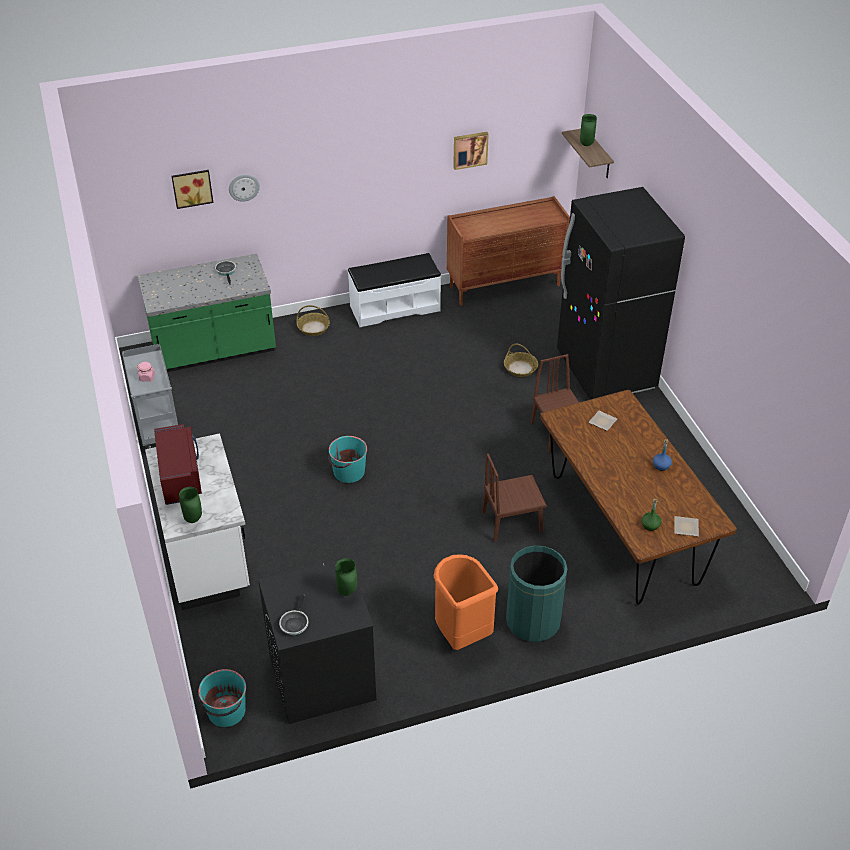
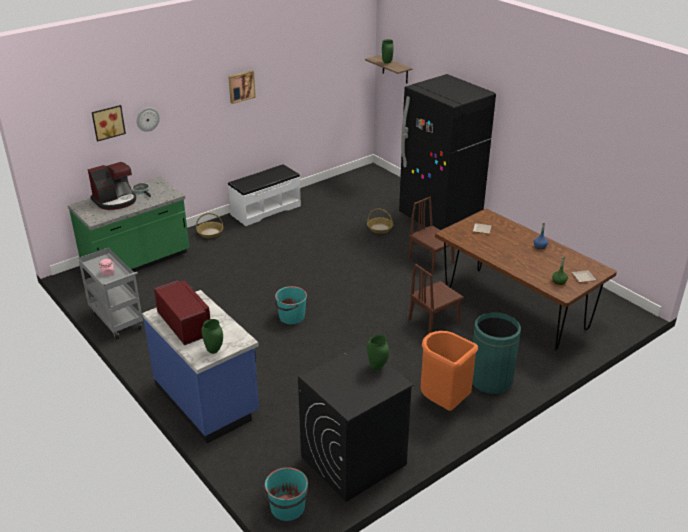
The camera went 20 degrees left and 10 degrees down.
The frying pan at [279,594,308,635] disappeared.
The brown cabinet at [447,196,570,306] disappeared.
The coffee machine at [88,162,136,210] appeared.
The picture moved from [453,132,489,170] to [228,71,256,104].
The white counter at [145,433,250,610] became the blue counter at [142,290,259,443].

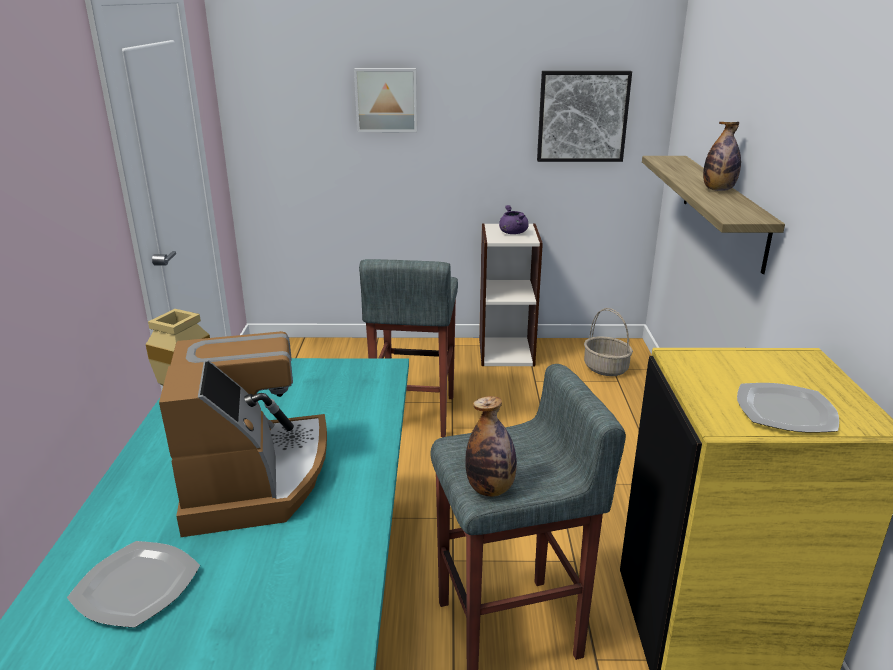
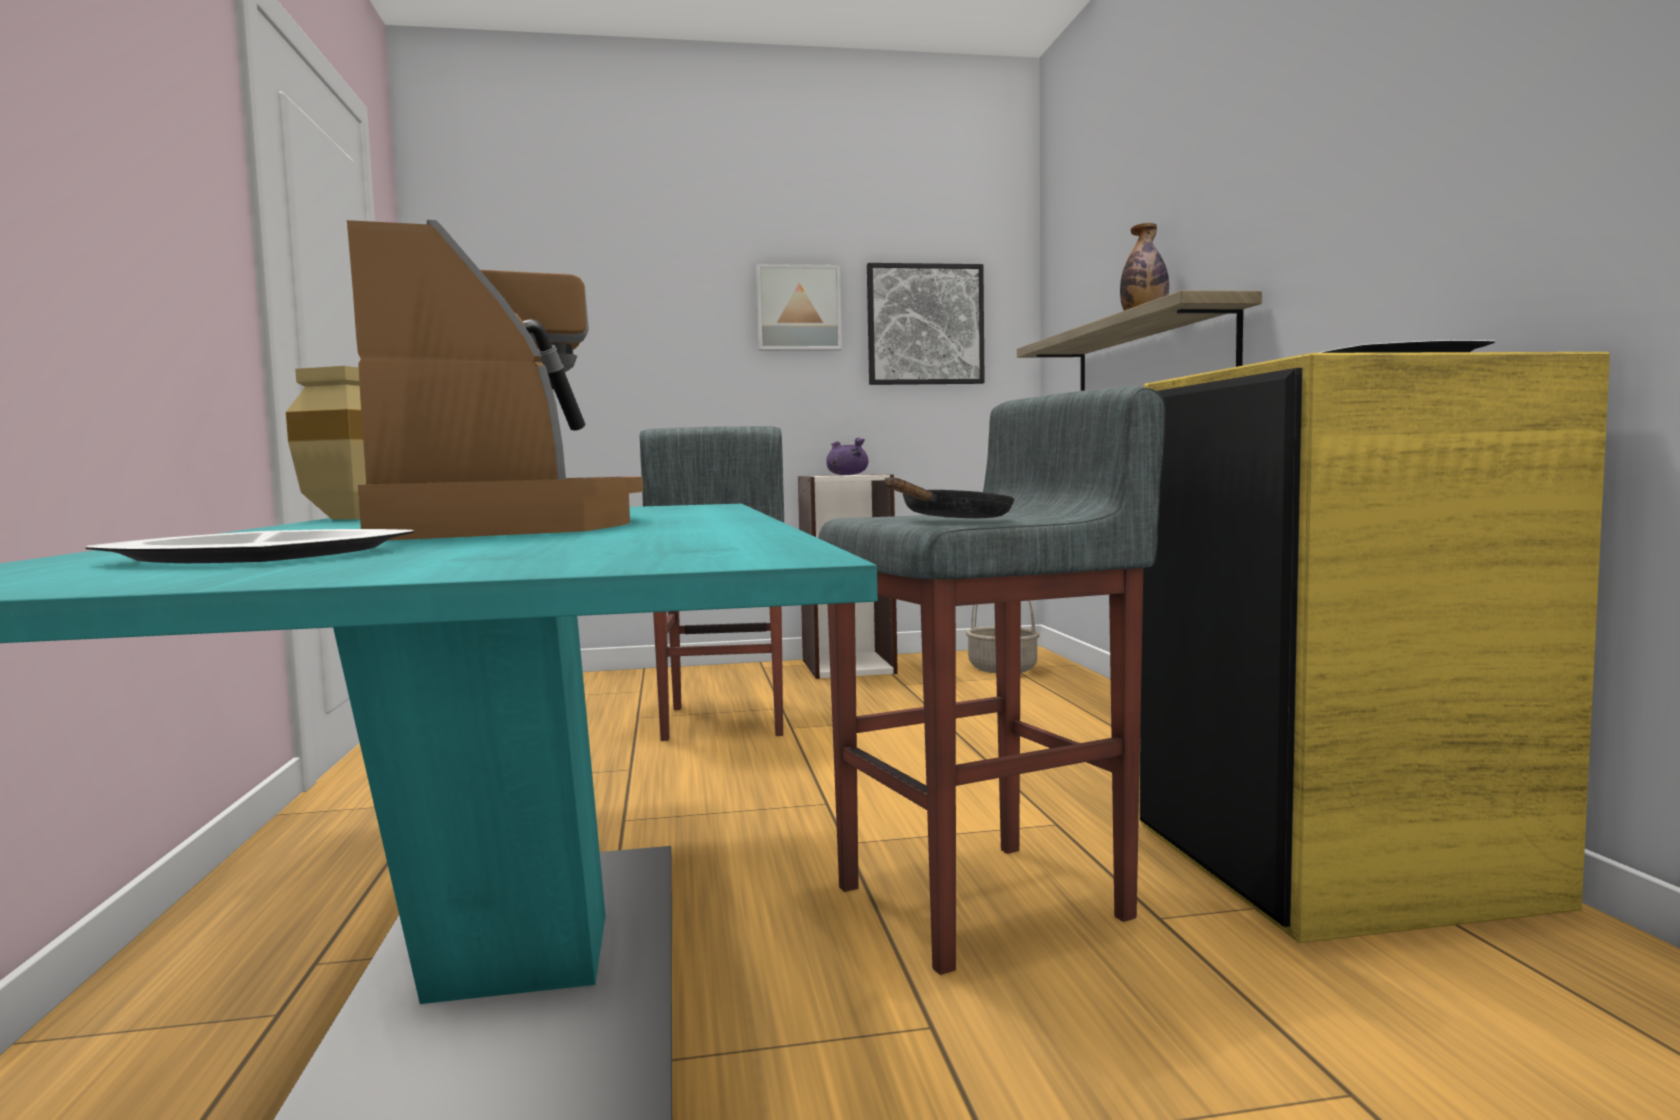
The camera went 10 degrees left and 20 degrees down.
The picture moved from [354,68,417,132] to [756,264,842,351].
The bottle at [465,396,517,497] was replaced by the black frying pan at [884,477,1015,518].

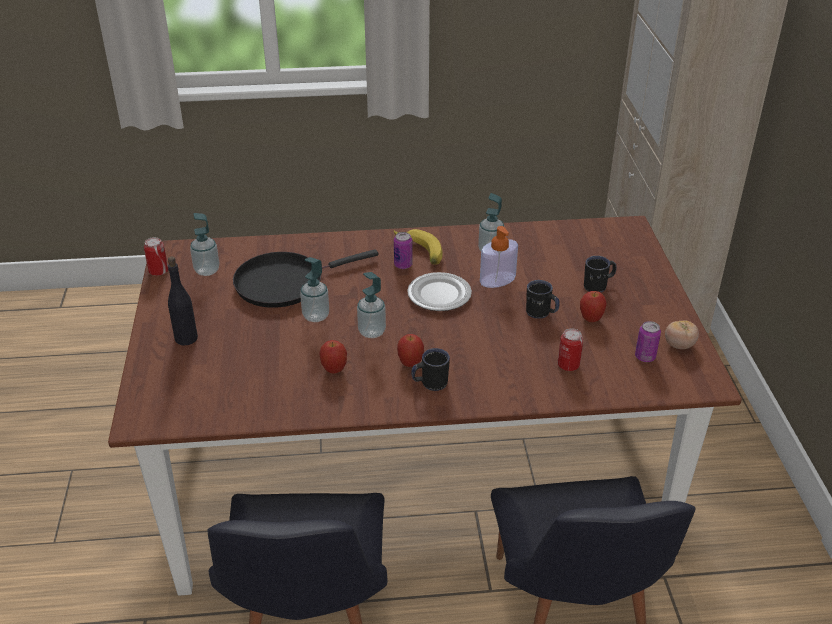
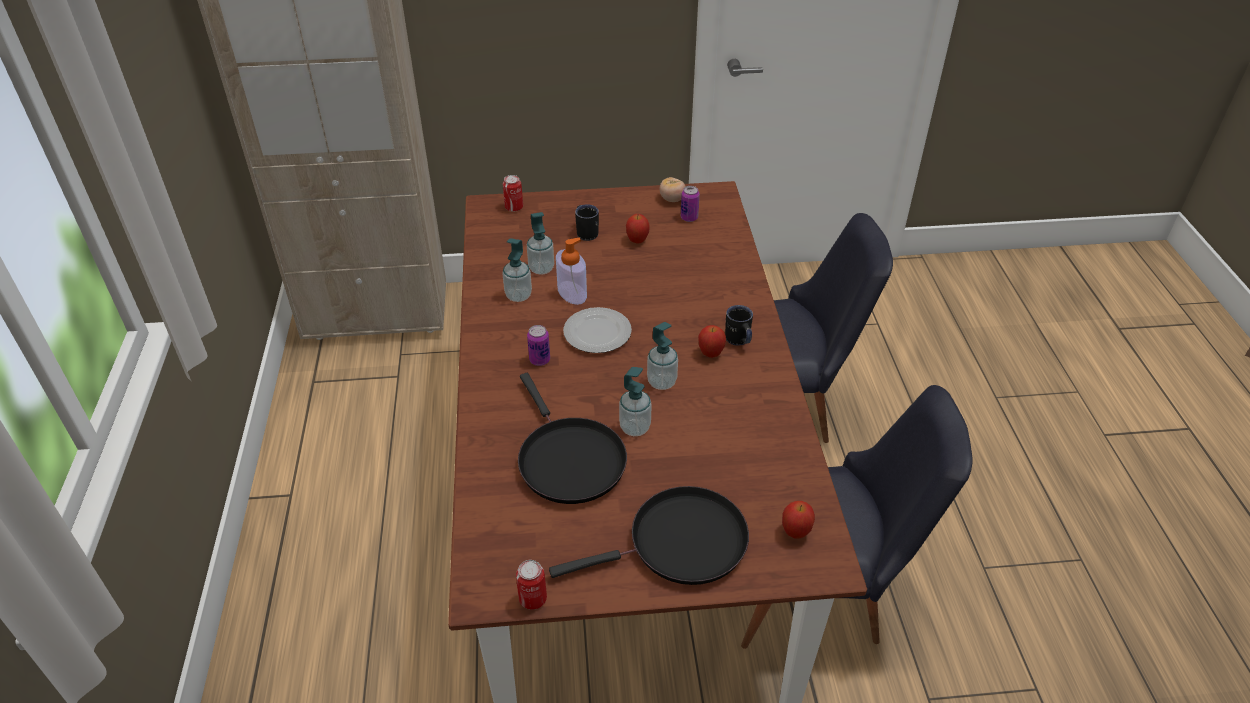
The camera went 90 degrees left and 5 degrees up.
The banana at [393,229,443,265] disappeared.
The black mug at [526,280,560,319] disappeared.
The soap dispenser moved from [190,213,219,276] to [527,212,554,275].
The apple moved from [319,340,347,374] to [782,501,815,538].
The can moved from [558,328,583,371] to [503,175,523,212].
The black bottle at [168,257,198,346] was replaced by the black frying pan at [549,486,749,585].

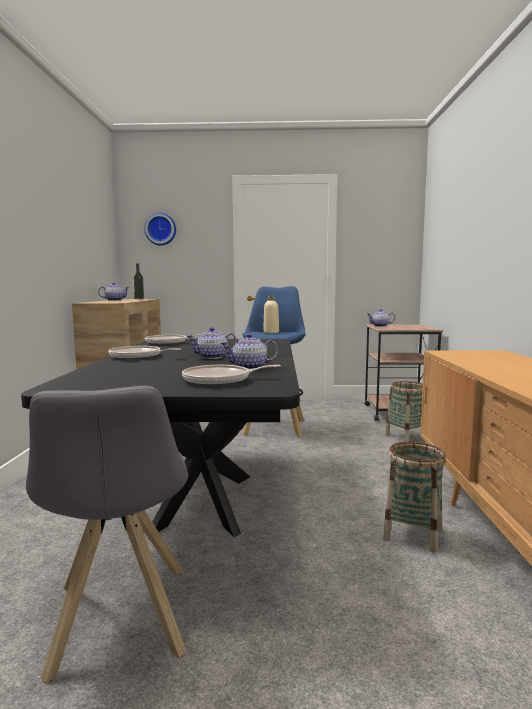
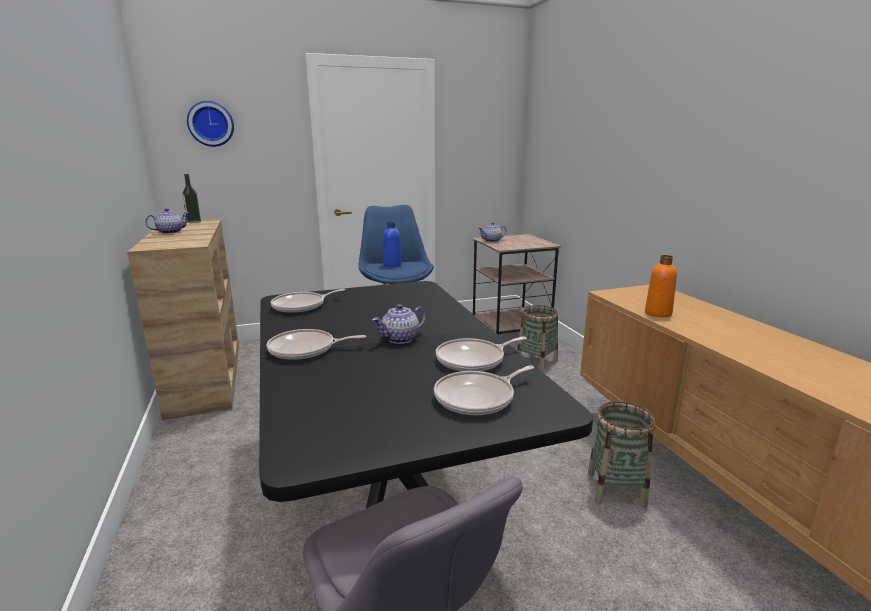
The camera went 20 degrees left and 10 degrees up.
The orange bottle at [645,255,677,317] appeared.
The teapot at [221,333,278,369] was replaced by the frying pan at [436,337,527,371].
The beige bottle at [263,296,279,333] became the blue bottle at [383,222,402,267].

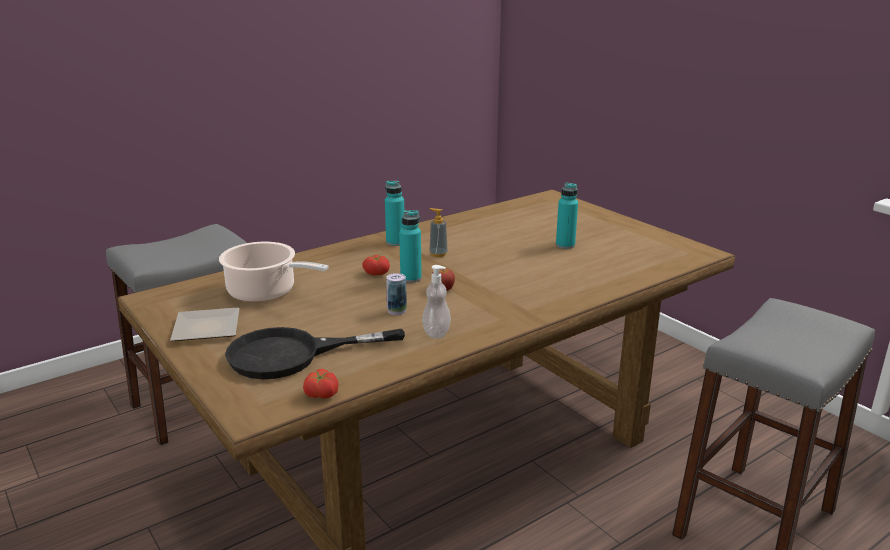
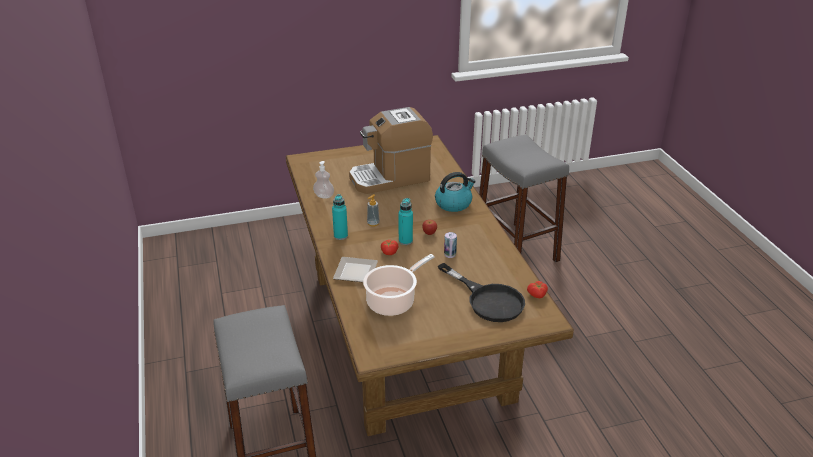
The camera went 70 degrees left and 10 degrees up.
The kettle at [435,172,476,212] appeared.
The plate moved from [170,308,239,341] to [333,257,378,283].
The soap dispenser moved from [422,265,451,338] to [313,161,334,199].
The turquoise bottle at [556,182,578,249] was replaced by the coffee machine at [349,107,433,194].
The black frying pan at [225,327,405,379] turned 45 degrees counterclockwise.

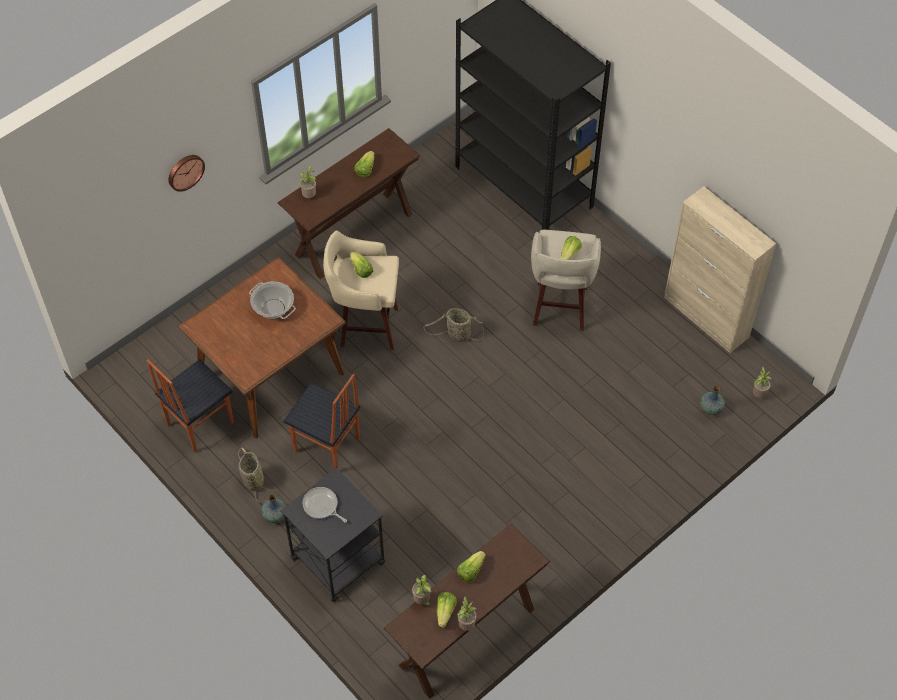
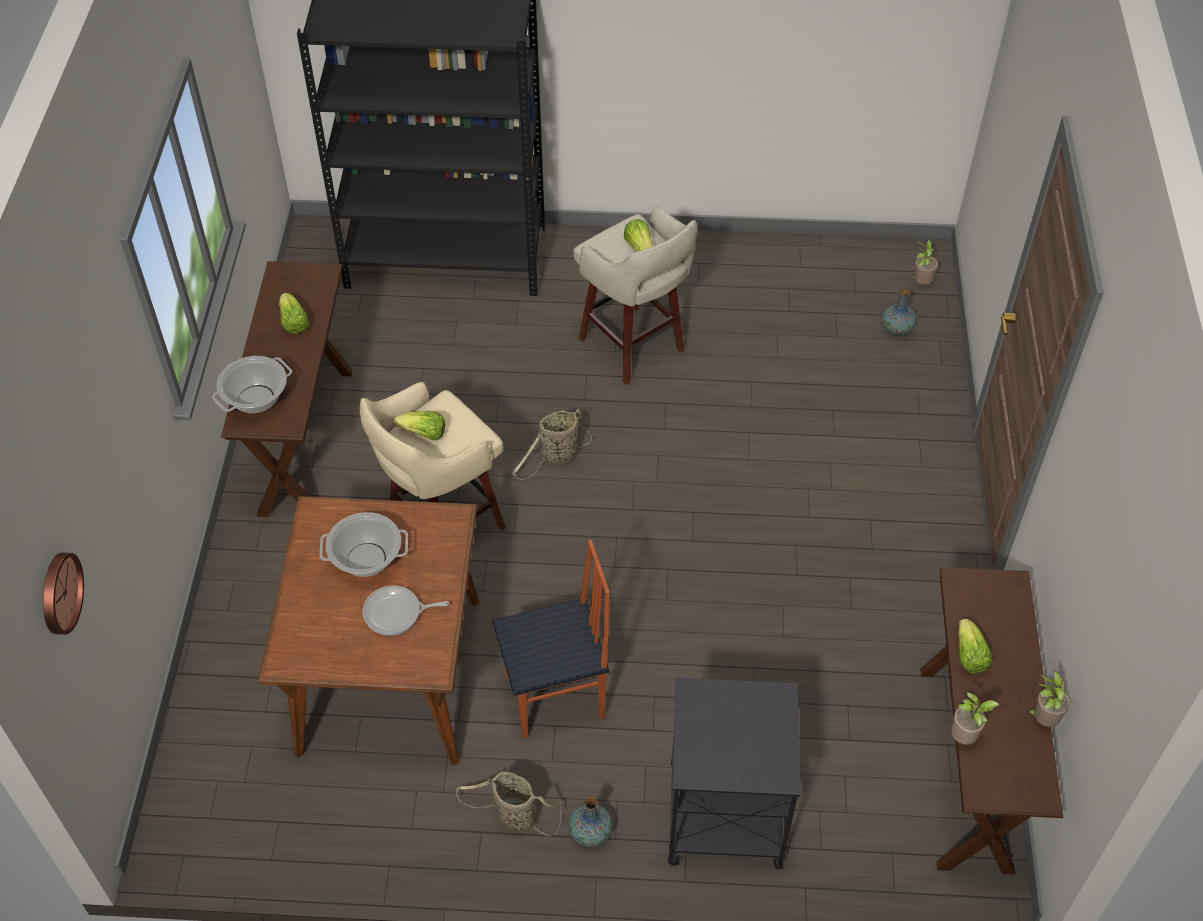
The camera went 45 degrees left and 5 degrees down.
The chair at [147,359,234,453] disappeared.
The lettuce at [437,592,457,628] disappeared.
The beige cabinet at [664,186,776,353] disappeared.
The wall clock moved from [168,155,205,192] to [43,553,84,635].
The frying pan moved from [303,487,347,523] to [363,586,449,635].
The potted plant at [299,165,316,198] was replaced by the cooking pot at [212,356,292,413].

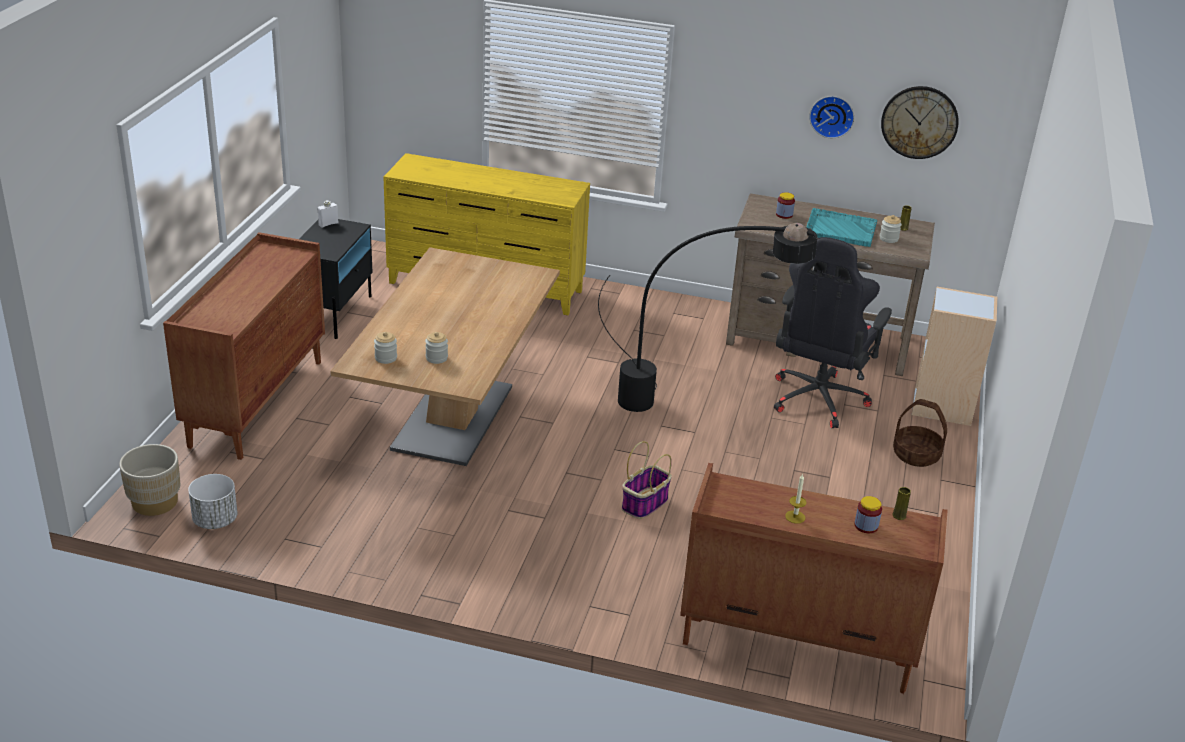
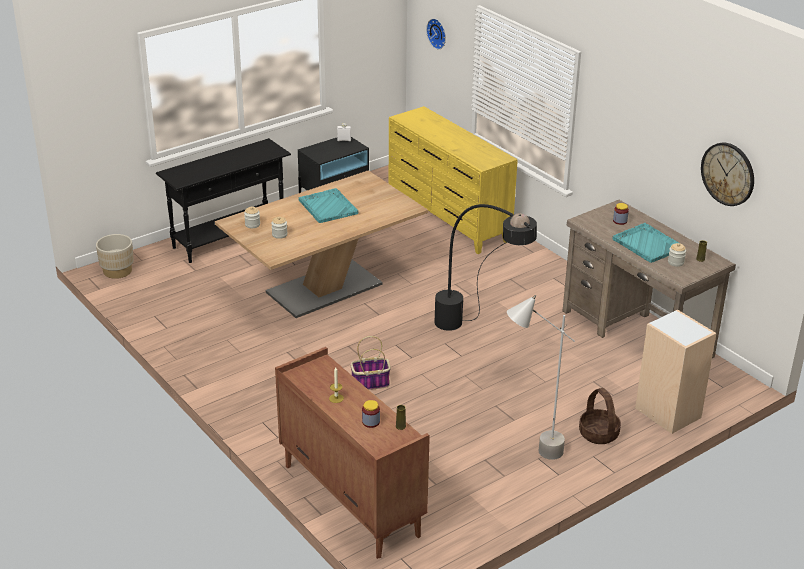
The camera went 40 degrees right and 0 degrees up.
The white planter at [188,474,238,529] disappeared.
The black office chair at [774,237,892,428] disappeared.
The turquoise tray at [299,188,358,223] appeared.
The grey floor lamp at [507,295,575,460] appeared.
The wall clock moved from [809,96,854,138] to [426,18,446,50].
The brown cabinet at [163,232,325,460] was replaced by the black console table at [156,138,291,263].

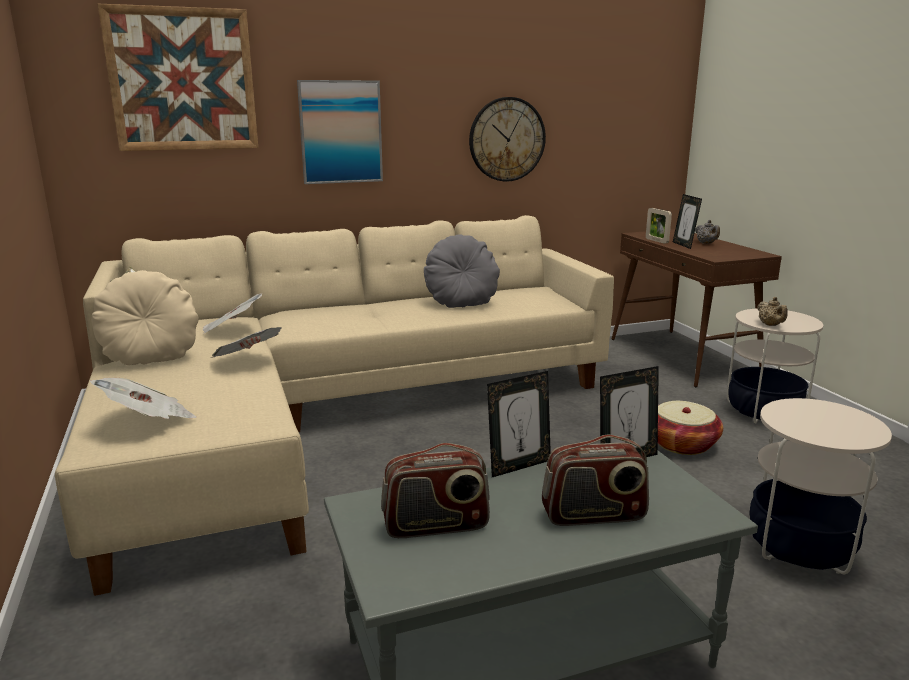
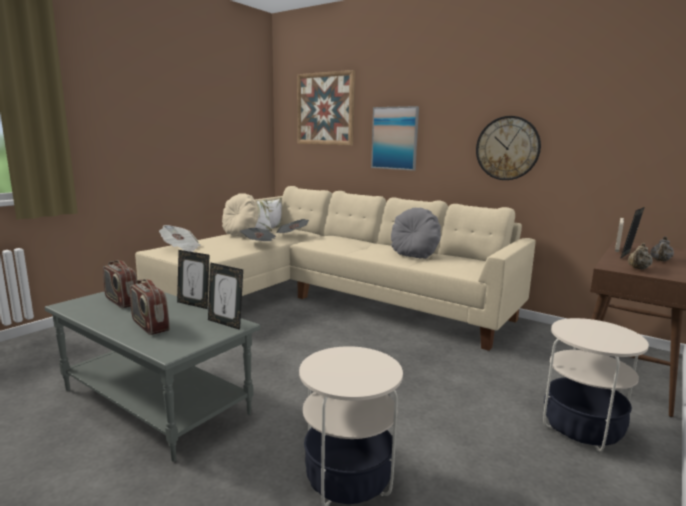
The camera went 55 degrees right and 5 degrees down.
The basket at [658,401,723,455] disappeared.
The beige teapot moved from [757,297,788,326] to [628,243,653,269].

